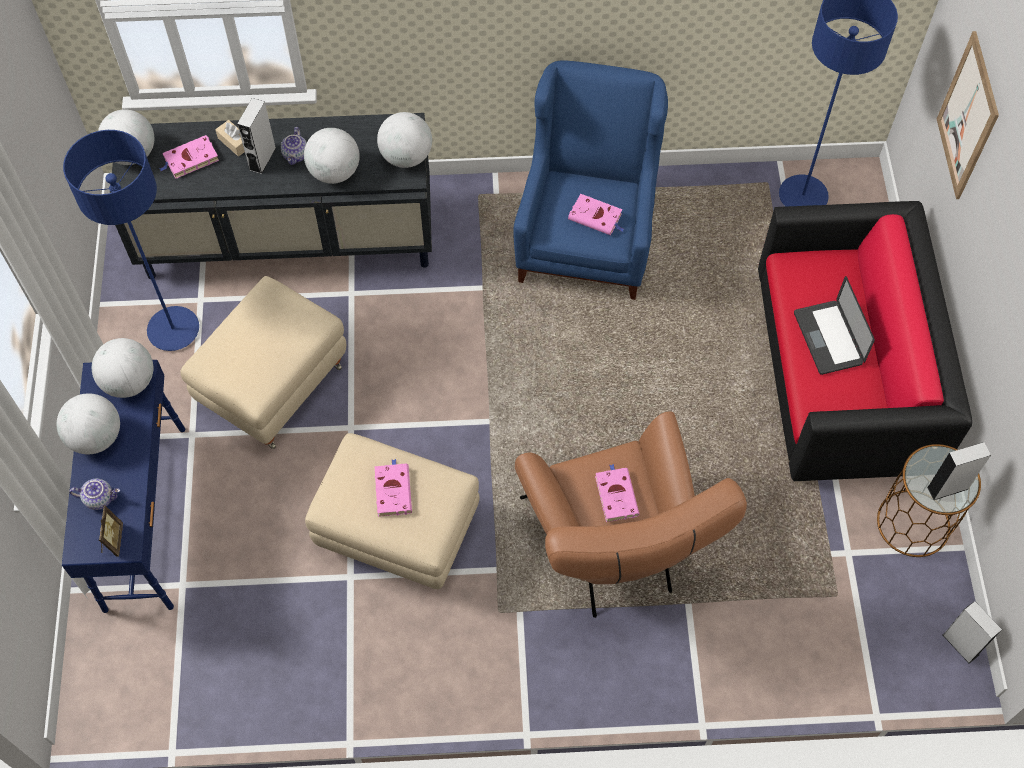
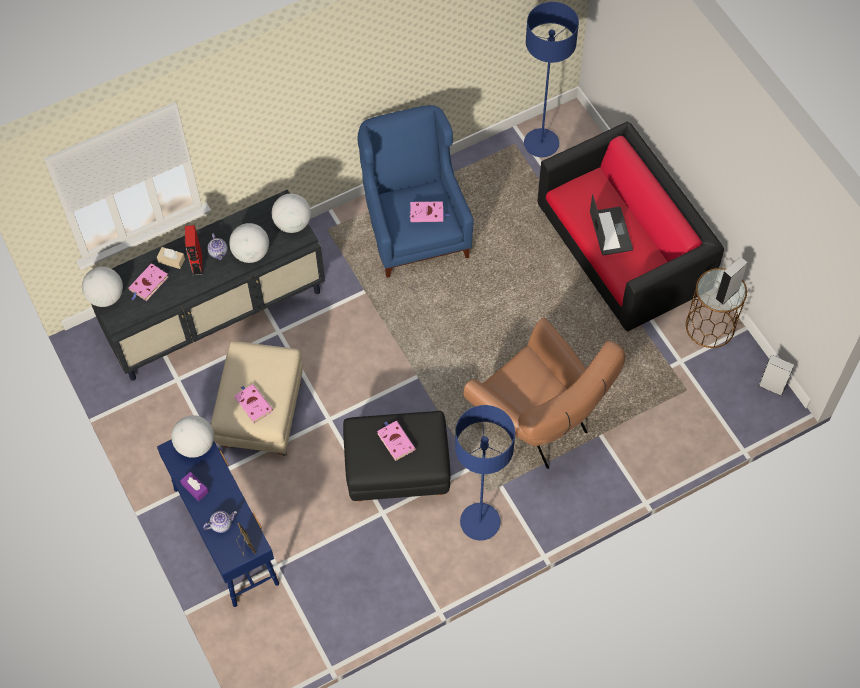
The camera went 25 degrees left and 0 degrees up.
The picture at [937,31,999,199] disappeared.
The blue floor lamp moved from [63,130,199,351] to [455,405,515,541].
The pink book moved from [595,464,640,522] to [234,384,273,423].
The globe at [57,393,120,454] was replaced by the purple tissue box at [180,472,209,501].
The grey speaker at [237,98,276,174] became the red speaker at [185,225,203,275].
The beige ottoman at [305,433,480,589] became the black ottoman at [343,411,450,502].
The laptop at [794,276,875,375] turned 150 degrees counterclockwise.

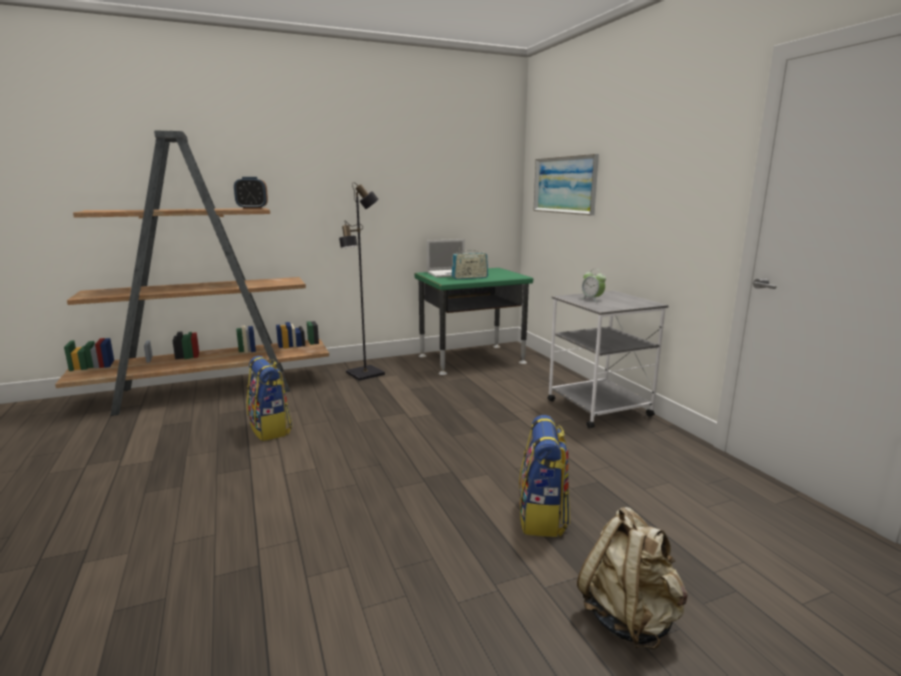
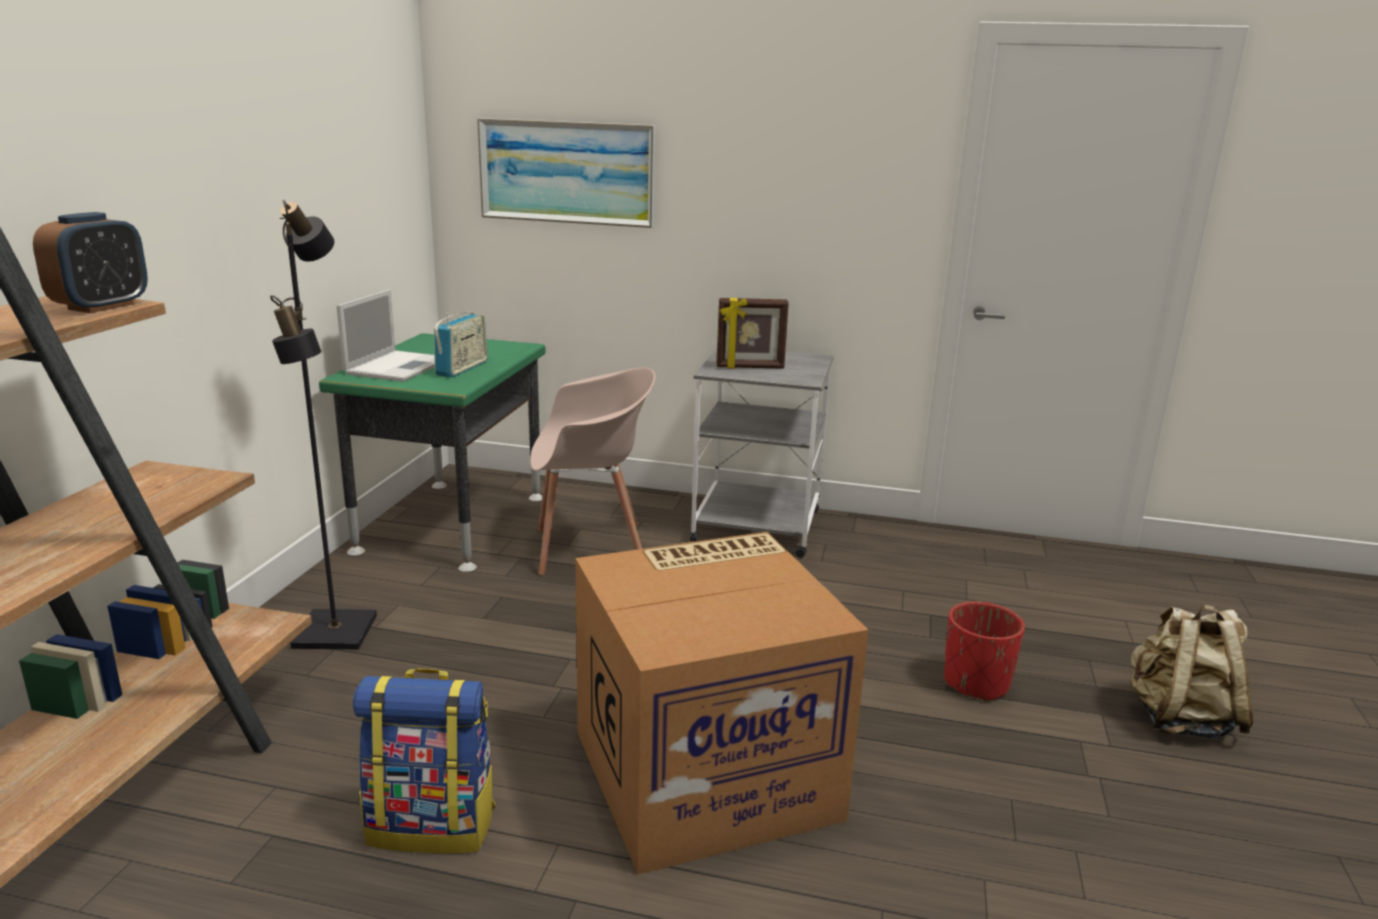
The camera went 55 degrees left and 5 degrees up.
The beige chair at [530,368,656,575] appeared.
The cardboard box at [575,532,868,875] appeared.
The backpack at [519,415,570,537] was replaced by the red planter at [944,601,1025,702].
The alarm clock at [581,269,606,302] was replaced by the picture frame at [717,298,789,369].

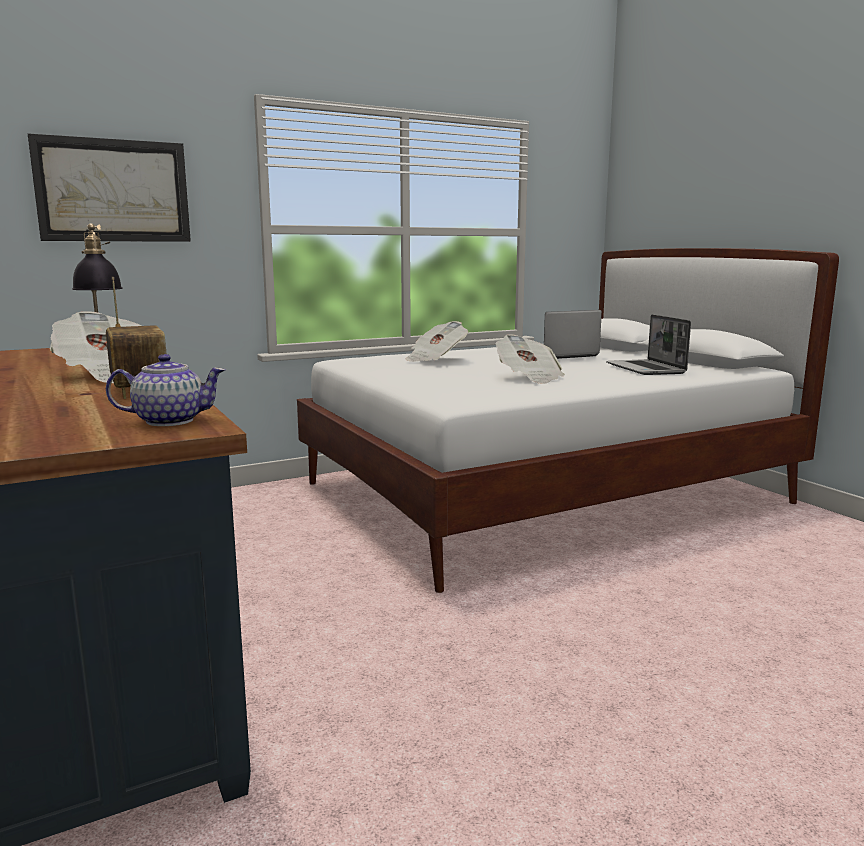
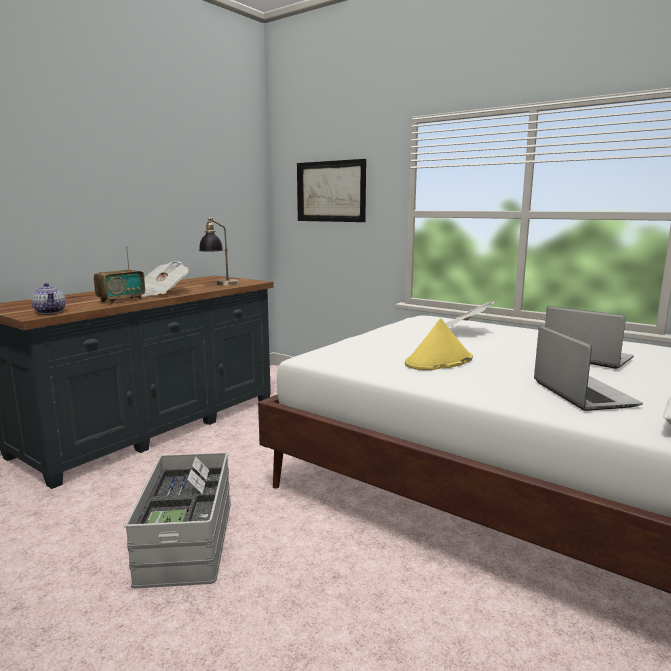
The camera went 65 degrees right and 0 degrees up.
The grey storage box at [124,453,231,588] appeared.
The newspaper at [495,334,565,384] was replaced by the yellow hat at [405,318,473,370].
The laptop at [606,314,691,375] turned 120 degrees clockwise.

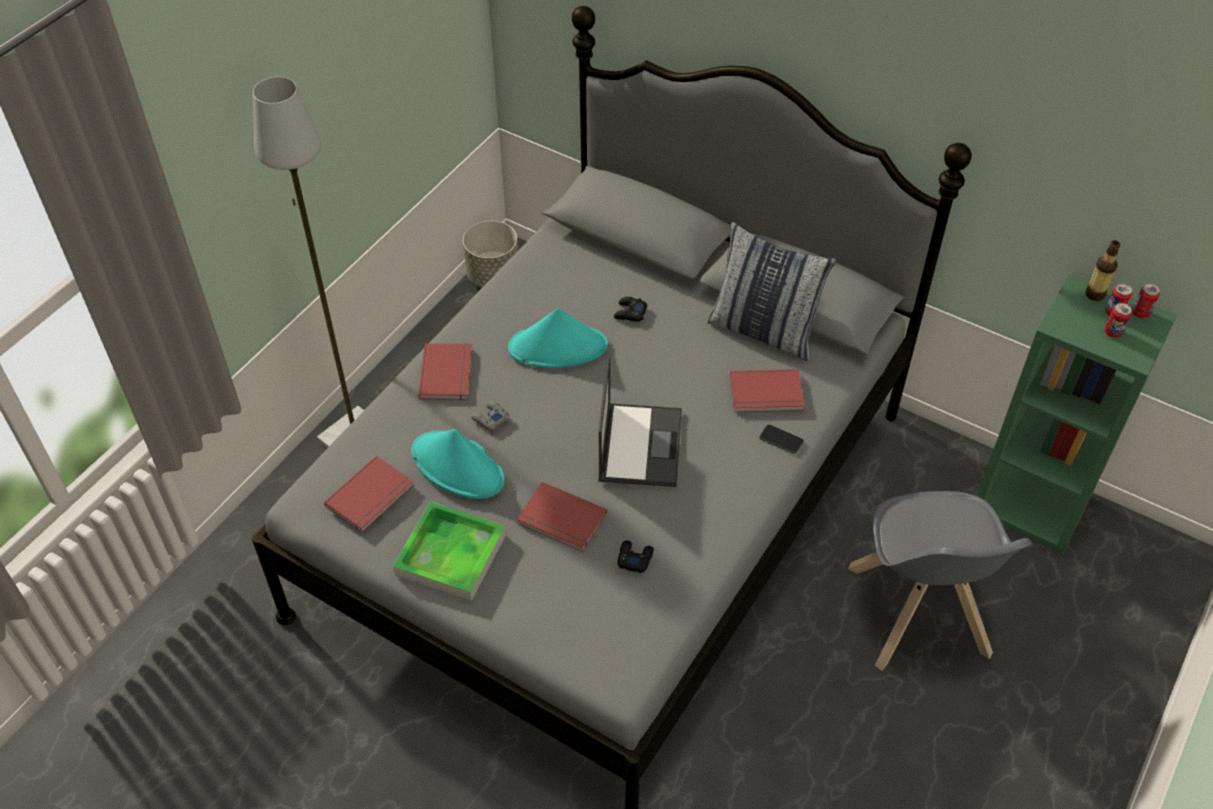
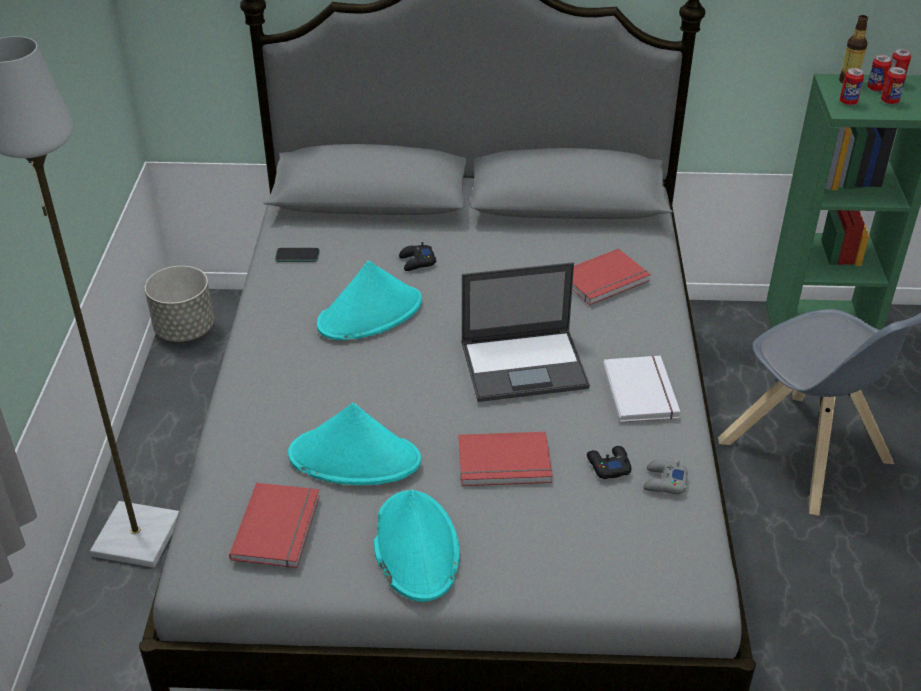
The camera went 30 degrees left and 10 degrees down.
The red book at [418,343,472,400] disappeared.
The pillow at [707,221,837,361] disappeared.
The white book at [603,355,680,422] appeared.
The can at [840,68,864,105] appeared.
The grey game controller moved from [471,401,509,431] to [643,459,688,494].
The phone moved from [759,424,804,454] to [275,248,320,262].
The tray at [393,501,506,602] was replaced by the turquoise hat at [374,489,460,602].
The laptop at [598,354,682,487] turned 105 degrees clockwise.

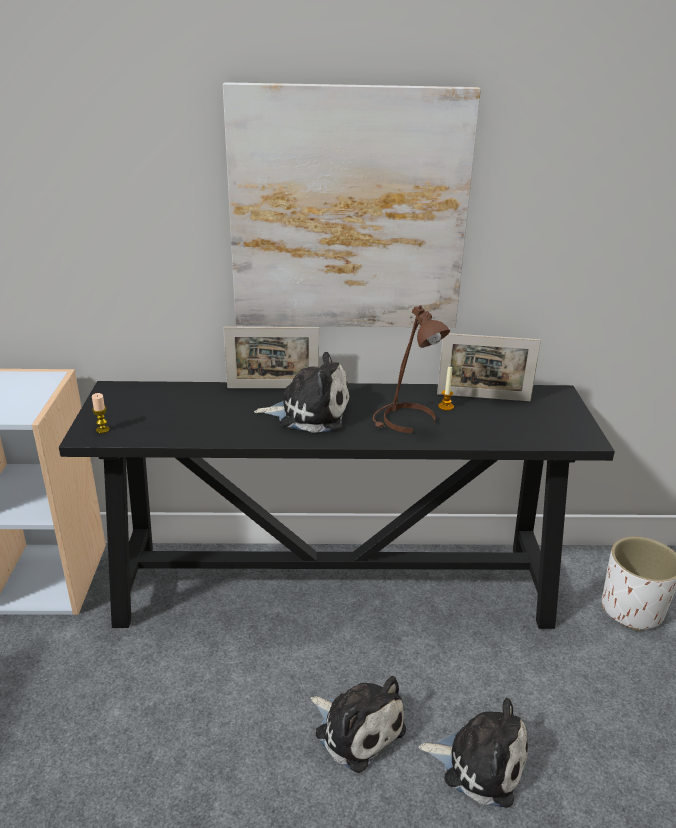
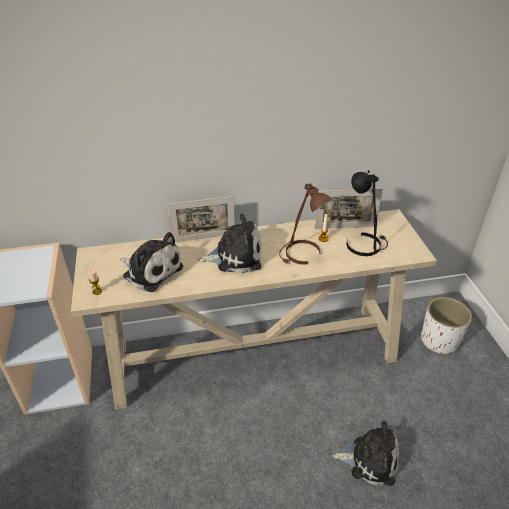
The camera went 10 degrees left and 10 degrees up.
The picture at [223,82,481,328] disappeared.
The black table lamp at [346,170,388,256] appeared.
The plush toy moved from [310,676,406,773] to [119,232,183,292].
The black console table at [59,381,615,629] became the beige console table at [71,209,437,410].

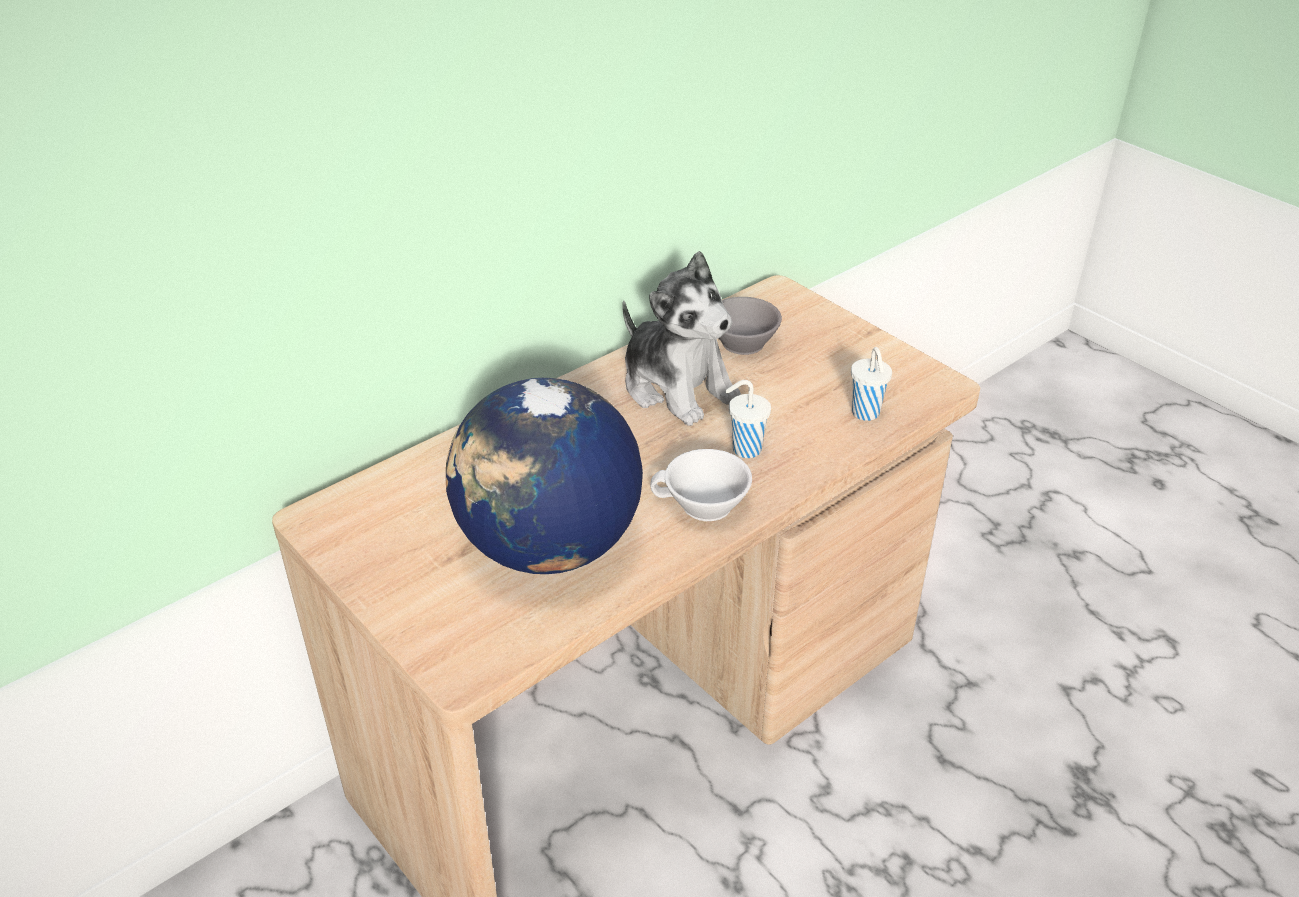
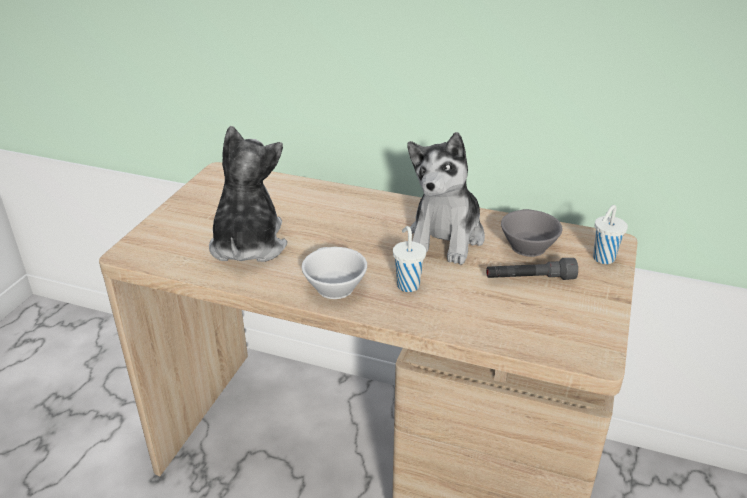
The camera went 60 degrees right and 5 degrees down.
The grey flashlight at [486,258,578,280] appeared.
The white cup moved from [851,347,892,421] to [593,205,628,264].
The globe at [446,378,643,574] was replaced by the plush toy at [209,126,287,262].

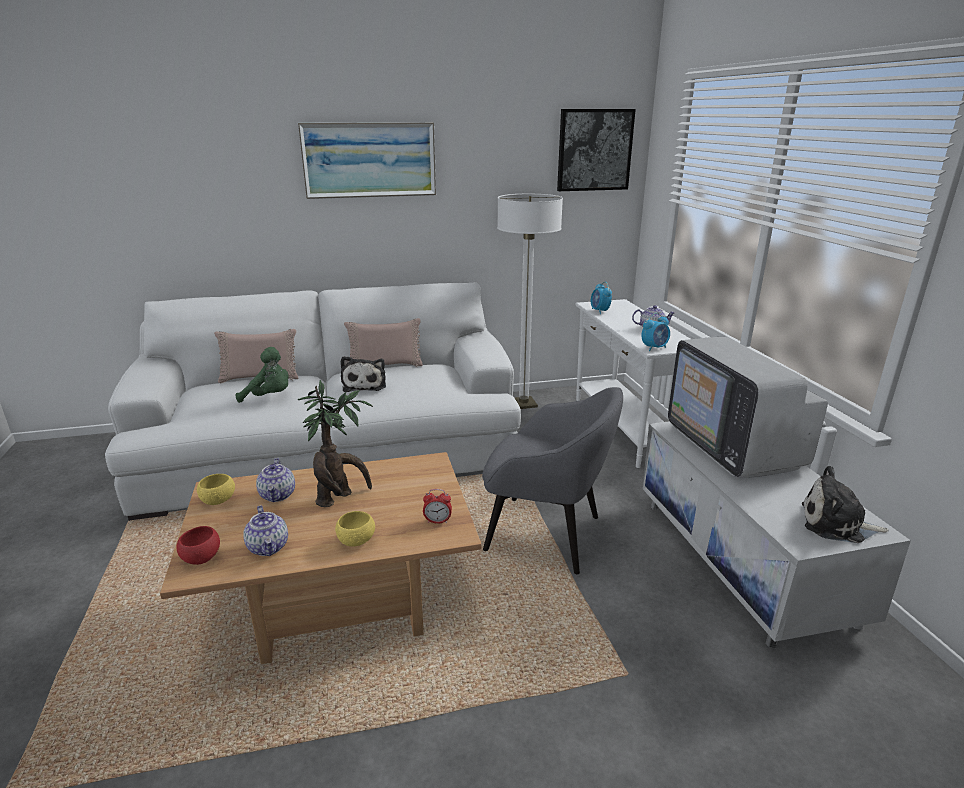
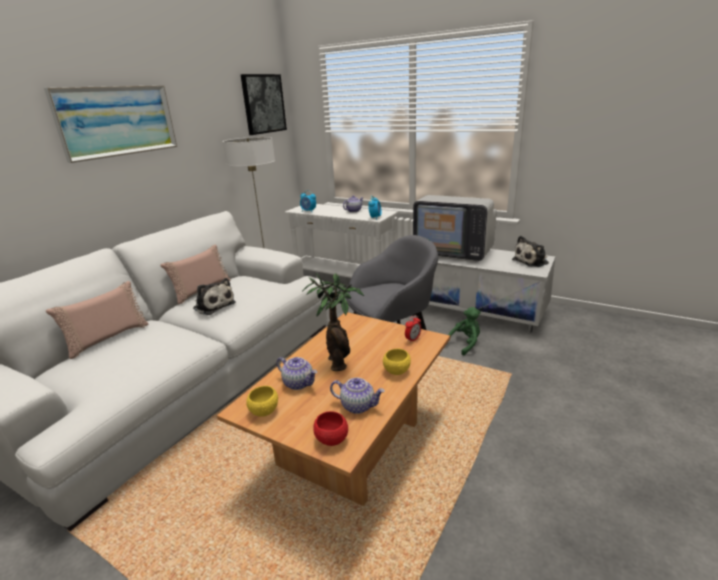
The camera went 45 degrees left and 0 degrees up.
The green plush toy moved from [235,347,289,403] to [449,307,481,356].

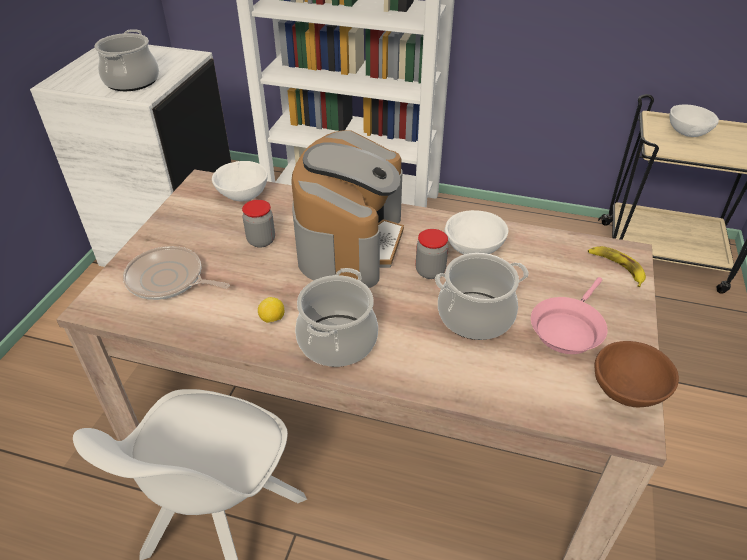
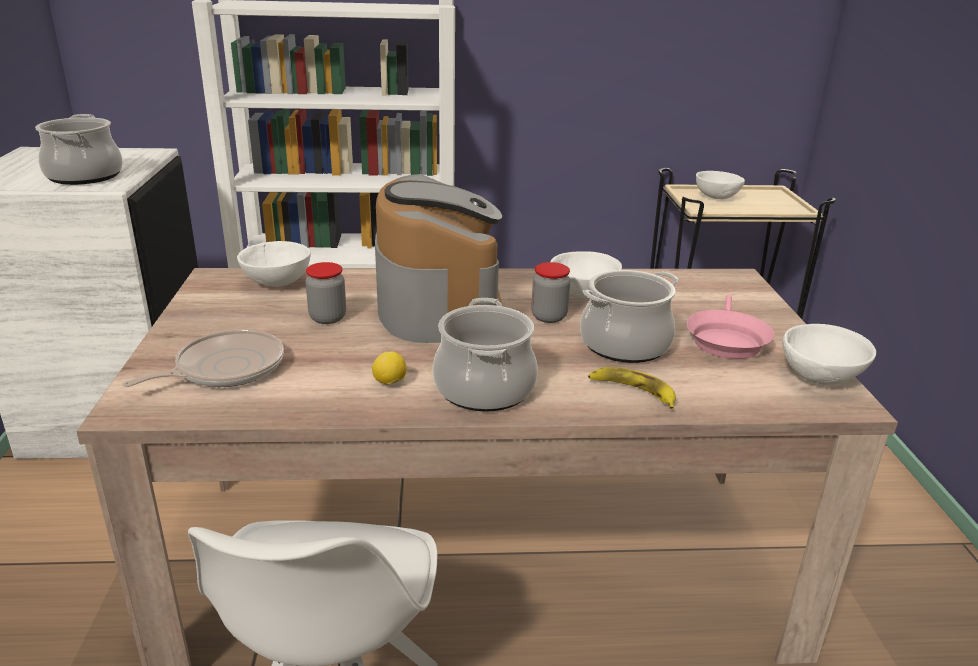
The camera went 20 degrees left and 15 degrees down.
The banana moved from [588,246,646,287] to [588,367,676,409].
The brown bowl at [594,341,679,407] became the white bowl at [782,324,876,385].
The frying pan at [123,246,230,300] turned 135 degrees clockwise.

